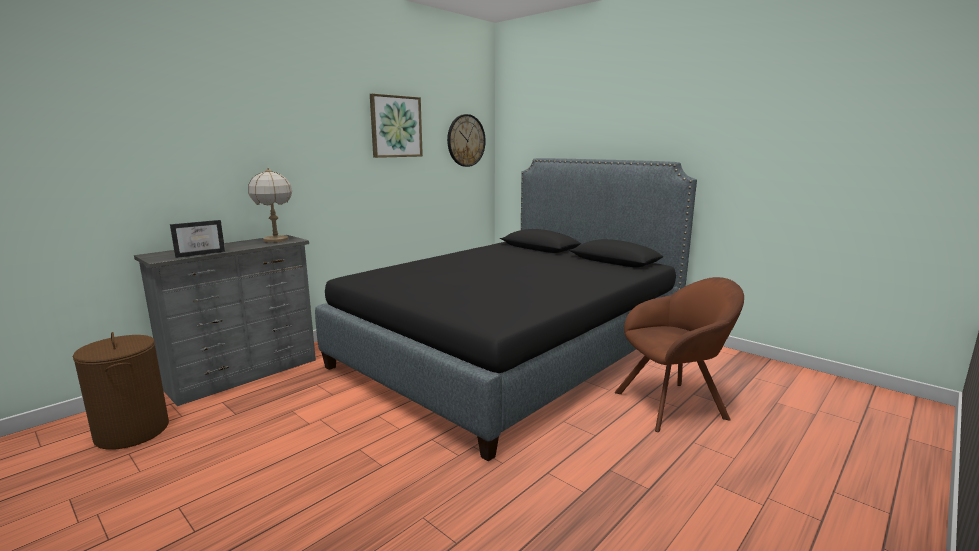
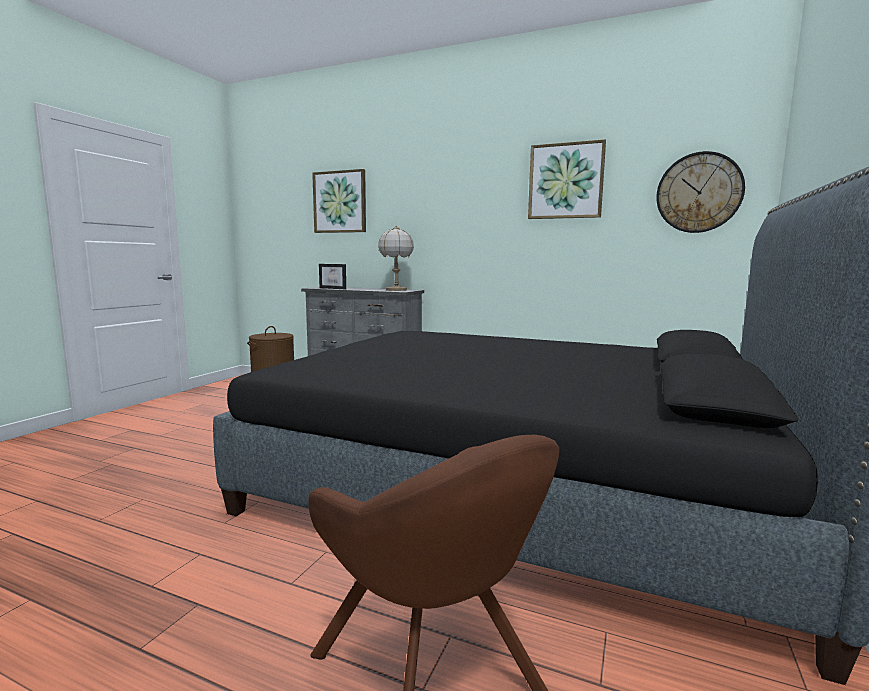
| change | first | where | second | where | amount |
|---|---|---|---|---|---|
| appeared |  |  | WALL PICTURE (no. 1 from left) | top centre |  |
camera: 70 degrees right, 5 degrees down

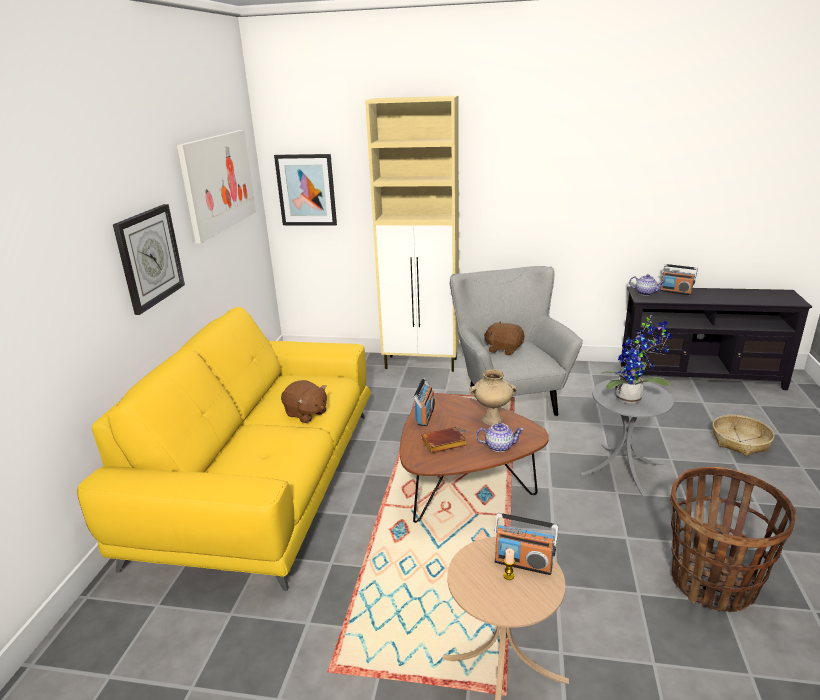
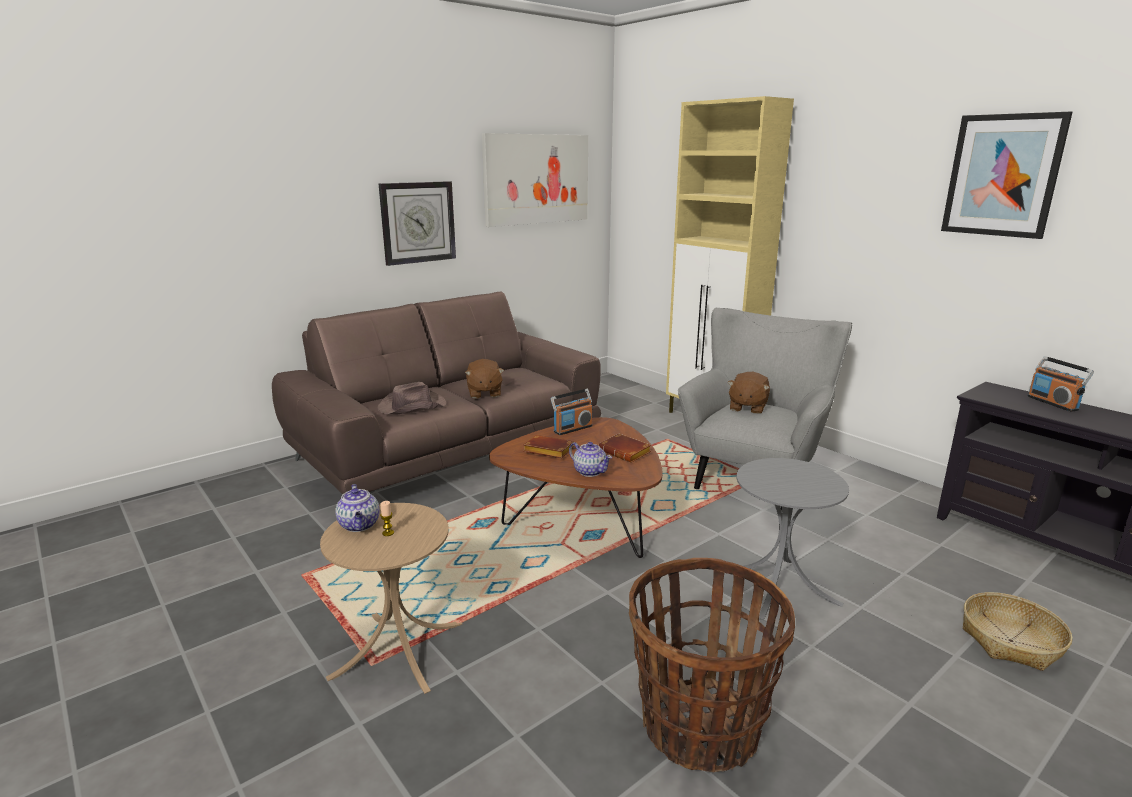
| change | first | where | second | where | amount |
|---|---|---|---|---|---|
| colour | YELLOWISH SETTEE | middle left | BROWNISH SETTEE | centre |  |
| relocated | WALL PICTURE (no. 2 from left) | top centre |  | top right |  |
| exchanged | BEIGE DECORATIVE VASE | centre | BROWNISH VOLUME (no. 2 from left) | centre |  |
| spun | BROWNISH PLUSH TOY (no. 2 from left) | centre |  | centre | 135 degrees counterclockwise |
| missing | RADIO RECEIVER (no. 2 from left) | bottom centre |  |  |  |
| missing | POTTED PLANT | middle right |  |  |  |
| relocated | TEAPOT (no. 2 from left in the first image) | middle right | TEAPOT (no. 1 from left) | middle left |  |
| appeared |  |  | BROWNISH CLOTHING HAT | centre |  |
camera: 40 degrees right, 5 degrees down

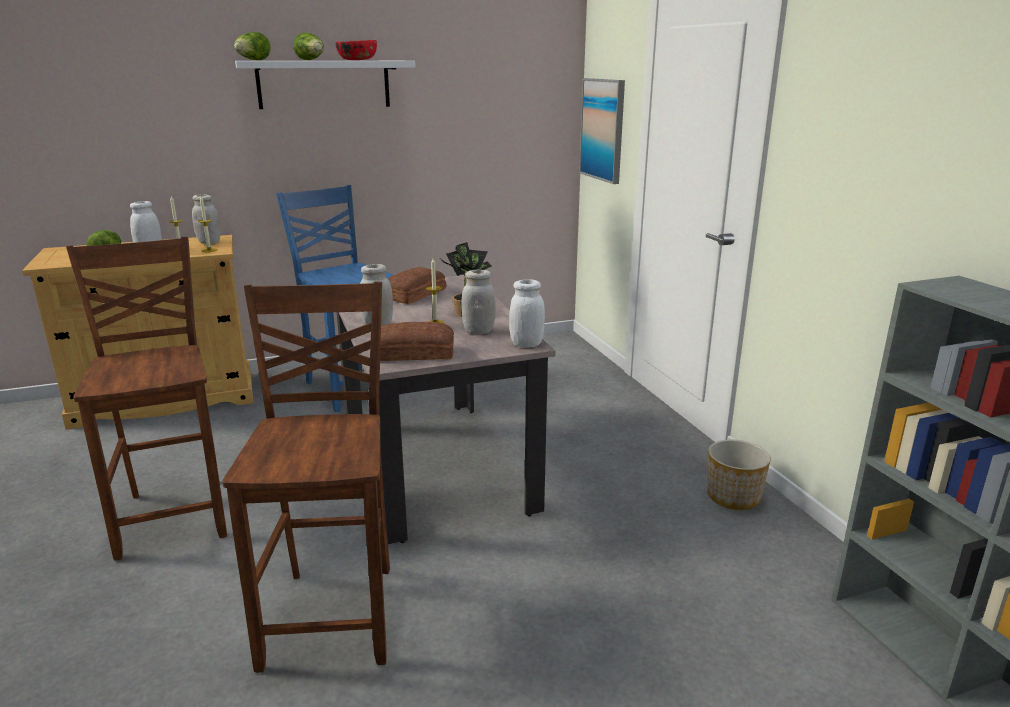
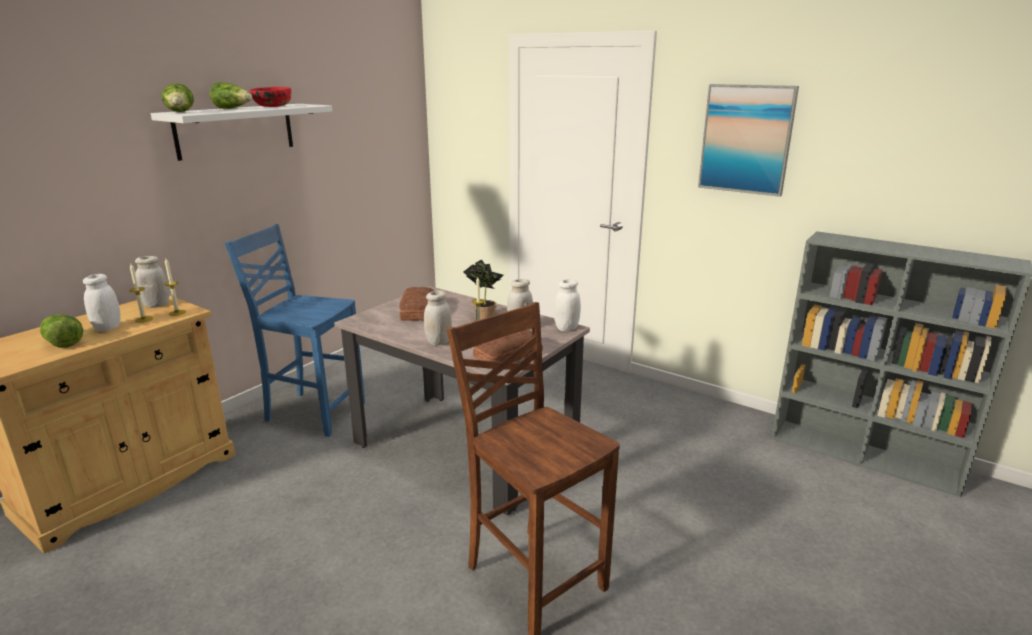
| change | first | where | second | where | amount |
|---|---|---|---|---|---|
| missing | BROWNISH PLAIN CHAIR (no. 1 from left) | middle left |  |  |  |
| relocated | WALL PICTURE | top centre |  | top right |  |
| missing | FLOWER POT | bottom right |  |  |  |
camera: 35 degrees left, 0 degrees up

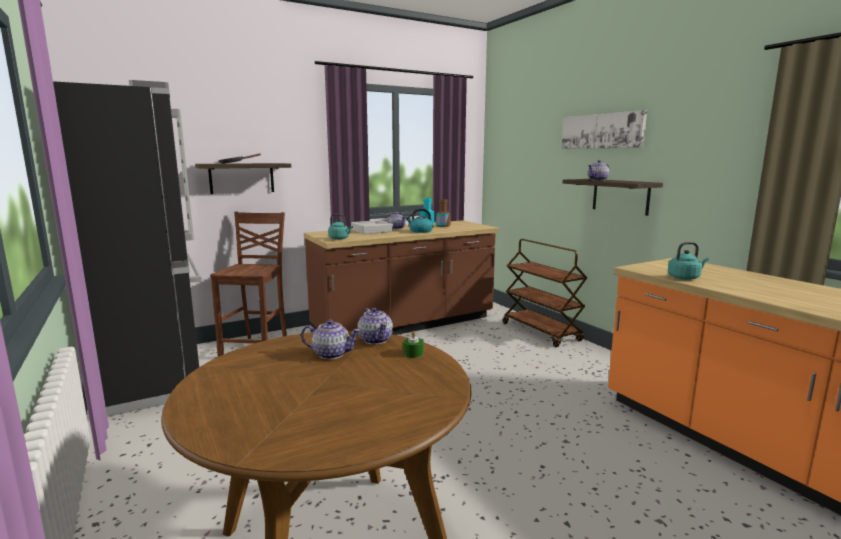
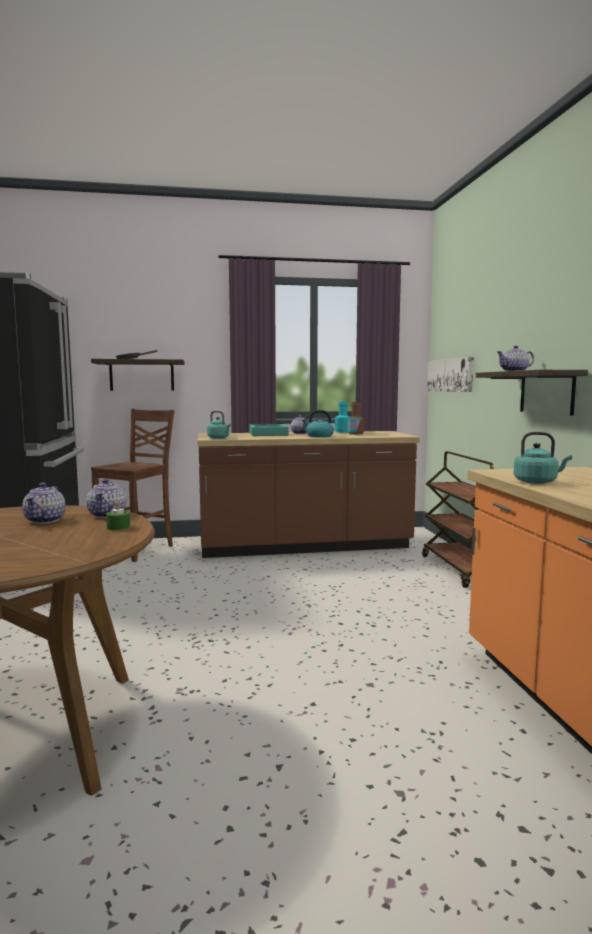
| change | first | where | second | where | amount |
|---|---|---|---|---|---|
| spun | TEAPOT (no. 1 from left) | centre |  | middle left | 60 degrees clockwise |
| colour | GREYISH TRAY | centre | TURQUOISE TRAY | centre |  |
| relocated | WALL PICTURE | top right |  | middle right |  |
camera: 20 degrees right, 5 degrees down

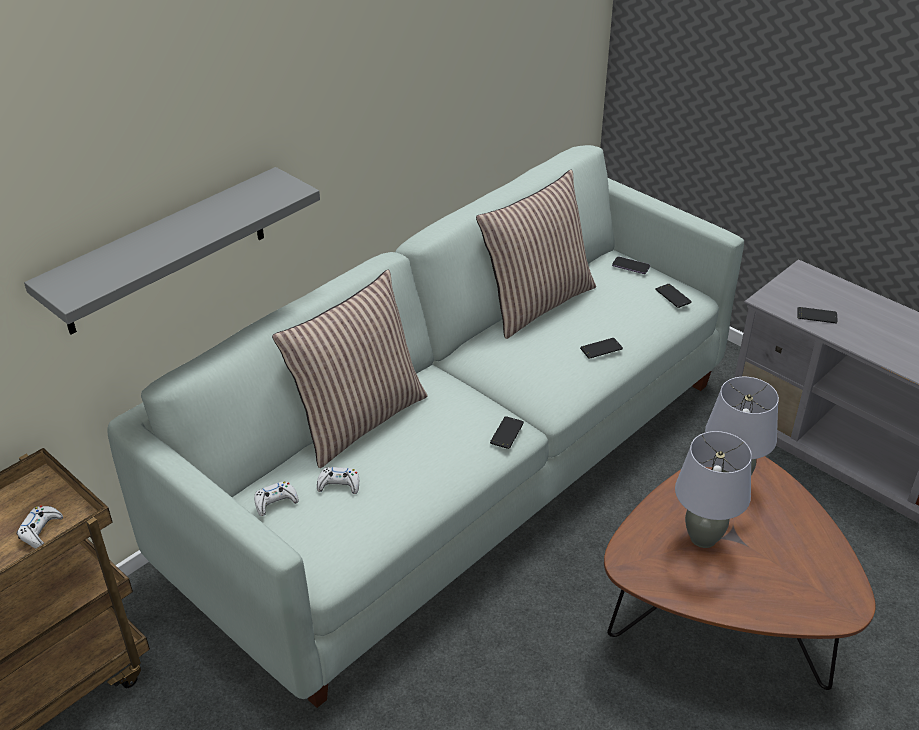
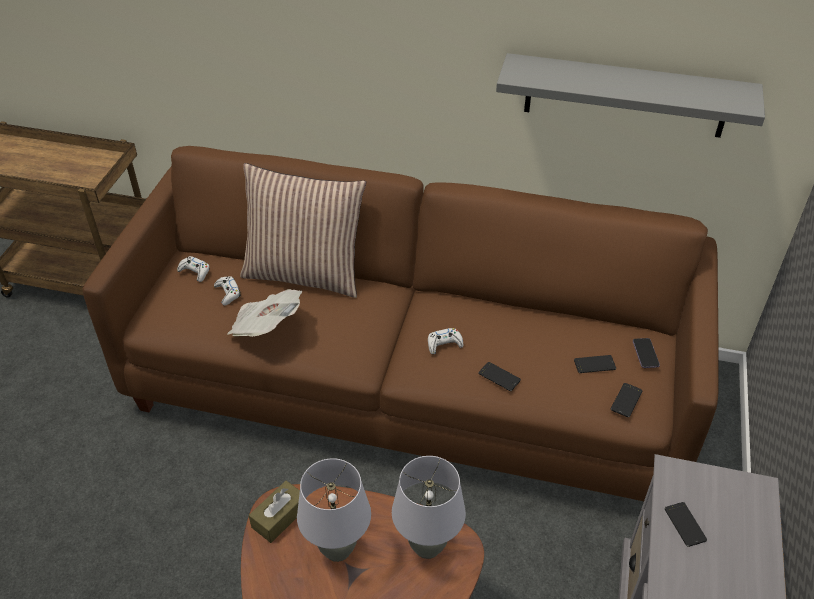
| change | first | where | second | where | amount |
|---|---|---|---|---|---|
| relocated | WHITE GAMEPAD (no. 1 from left in the first image) | bottom left | WHITE GAMEPAD (no. 3 from left) | centre |  |
| relocated | GREYISH WALL SHELF | middle left |  | top right |  |
| colour | WHITE SETTEE | centre | BROWNISH SETTEE | centre |  |
| missing | THROW PILLOW (no. 2 from left) | centre |  |  |  |
| relocated | PHONE (no. 1 from left in the first image) | centre | PHONE (no. 2 from left) | middle right |  |
| appeared |  |  | DAILY PAPER | middle left |  |
| appeared |  |  | BROWNISH TISSUE BOX | bottom centre |  |
camera: 60 degrees right, 5 degrees up

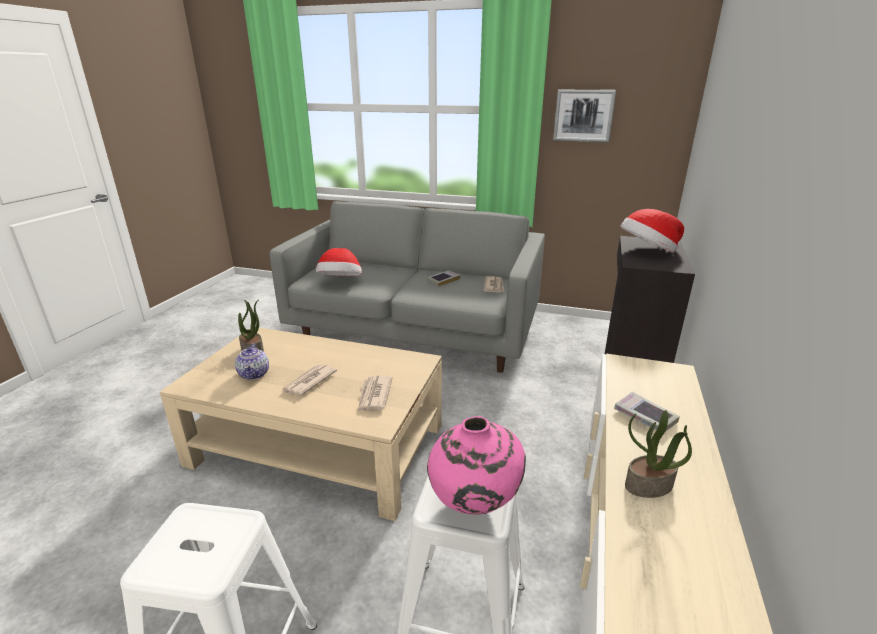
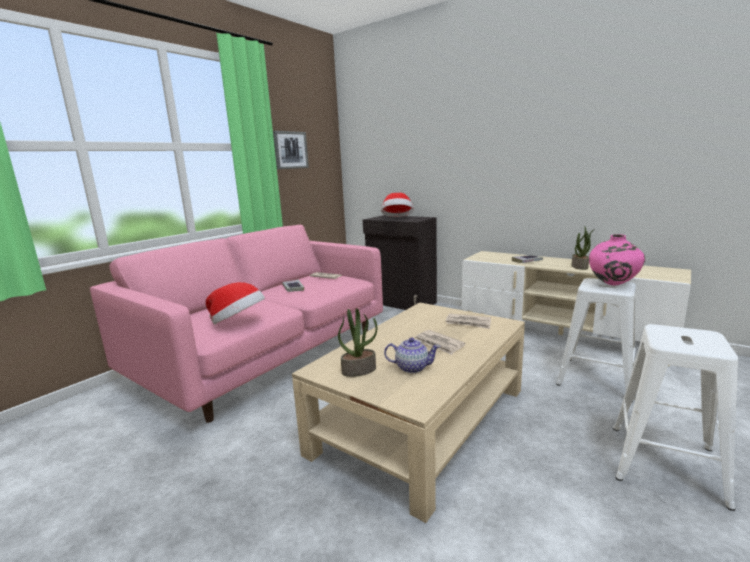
| change | first | where | second | where | amount |
|---|---|---|---|---|---|
| colour | GREYISH SETTEE | centre | PINK-COLOURED SETTEE | middle left |  |
camera: 70 degrees left, 10 degrees down

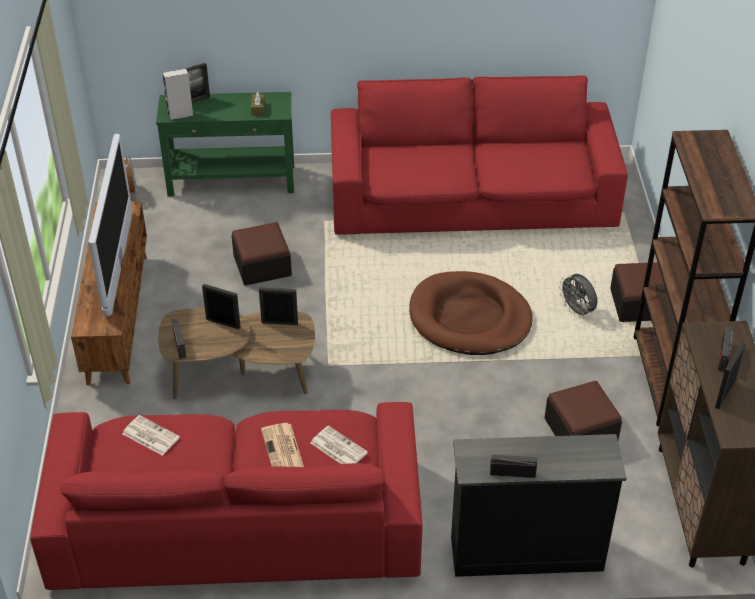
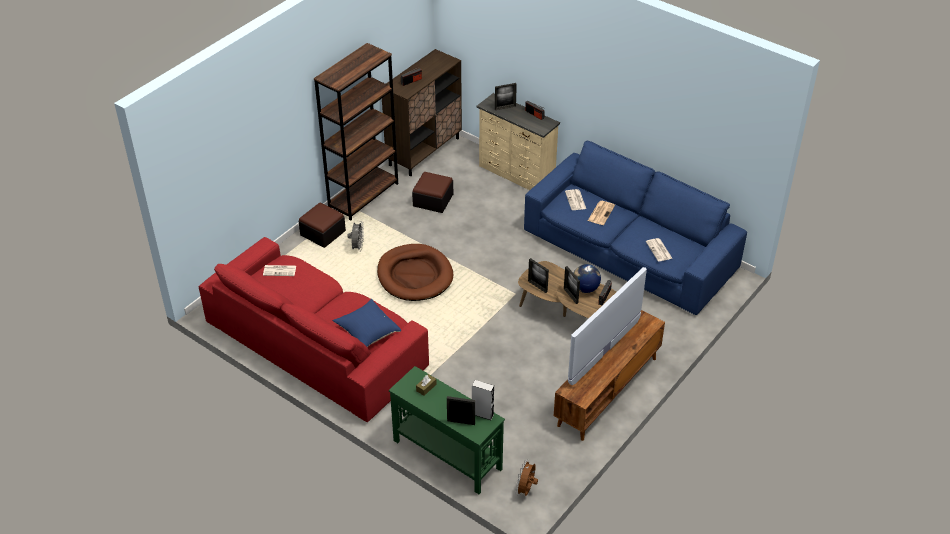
| change | first | where | second | where | amount |
|---|---|---|---|---|---|
| colour | RED-COLOURED SETTEE (no. 1 from left) | bottom left | BLUE SETTEE | middle right |  |
| missing | FOOTREST (no. 1 from left) | centre |  |  |  |
| colour | BLACKISH CHEST OF DRAWERS | bottom right | BEIGE CHEST OF DRAWERS | top centre |  |
| relocated | STANDING FRAME (no. 4 from left in the first image) | middle right | STANDING FRAME (no. 2 from left) | top centre |  |
| appeared |  |  | DAILY PAPER (no. 1 from left) | middle left |  |
| appeared |  |  | BLUE THROW PILLOW | centre |  |
| appeared |  |  | WORLD GLOBE | centre |  |
camera: 140 degrees left, 0 degrees up

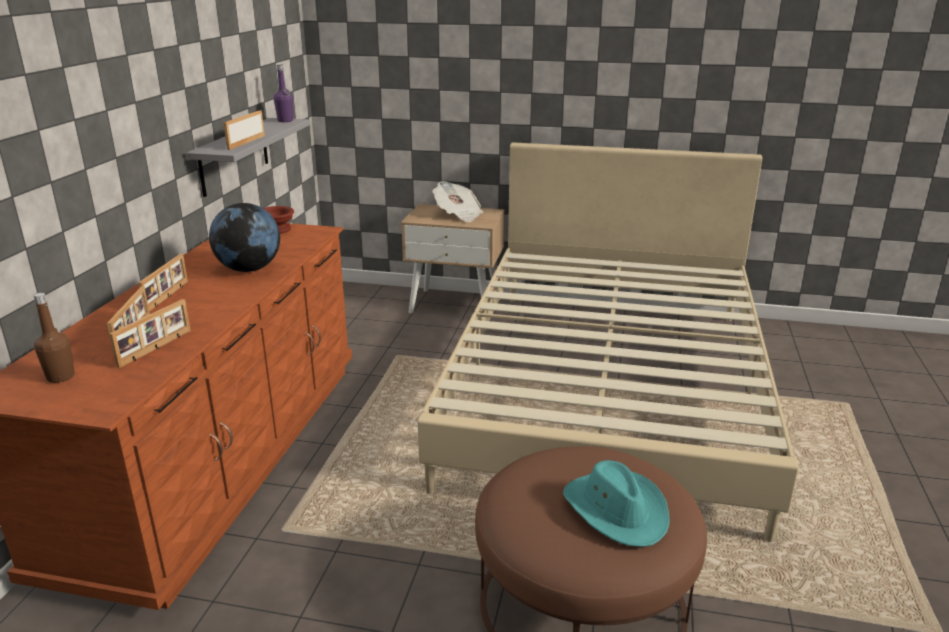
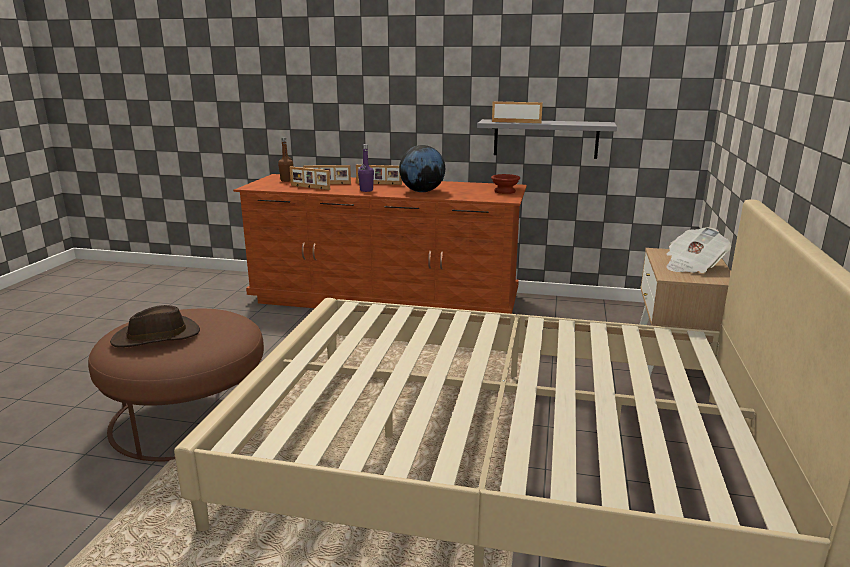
| change | first | where | second | where | amount |
|---|---|---|---|---|---|
| relocated | PURPLE-COLOURED BOTTLE | top left |  | top centre |  |
| colour | TURQUOISE CLOTHING HAT | bottom centre | BROWNISH CLOTHING HAT | middle left |  |
camera: 90 degrees right, 5 degrees down

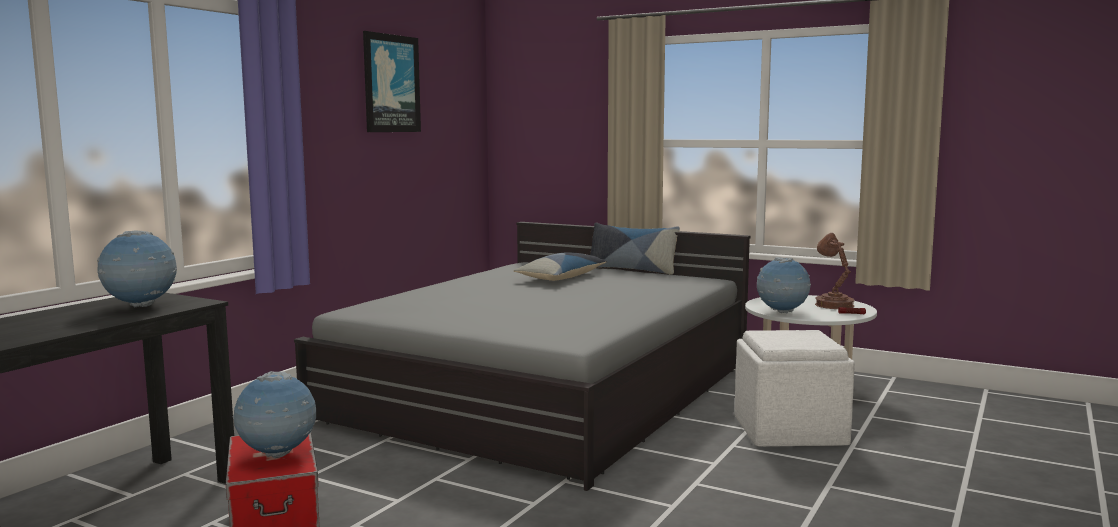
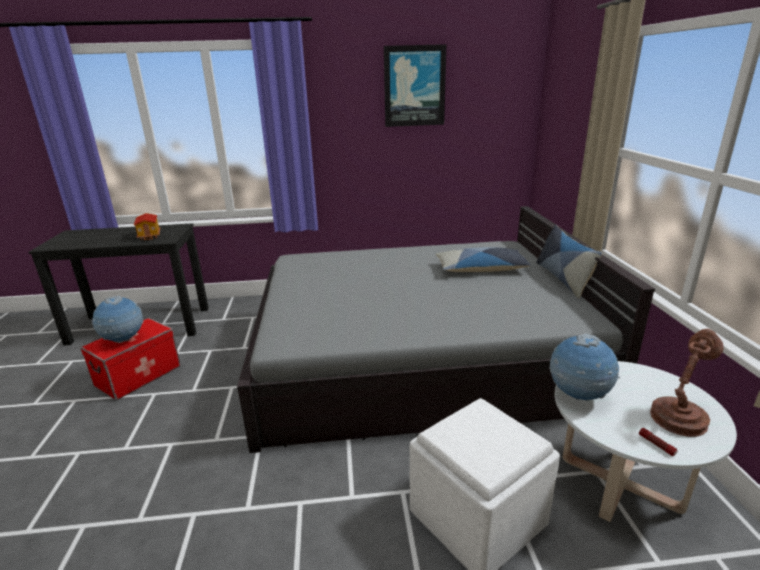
| change | first | where | second | where | amount |
|---|---|---|---|---|---|
| exchanged | WORLD GLOBE (no. 1 from left) | middle left | TOY HOUSE | middle left |  |
camera: 55 degrees right, 15 degrees up

